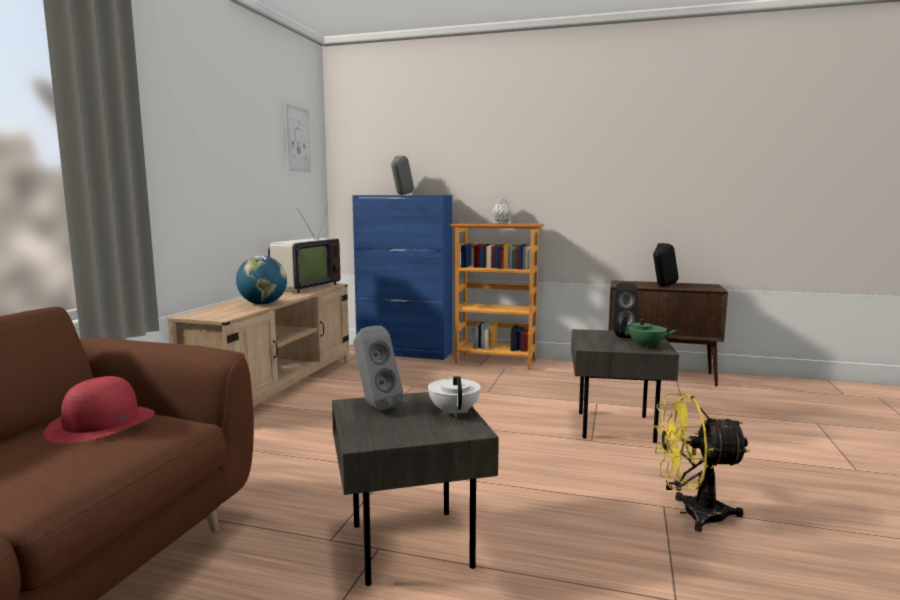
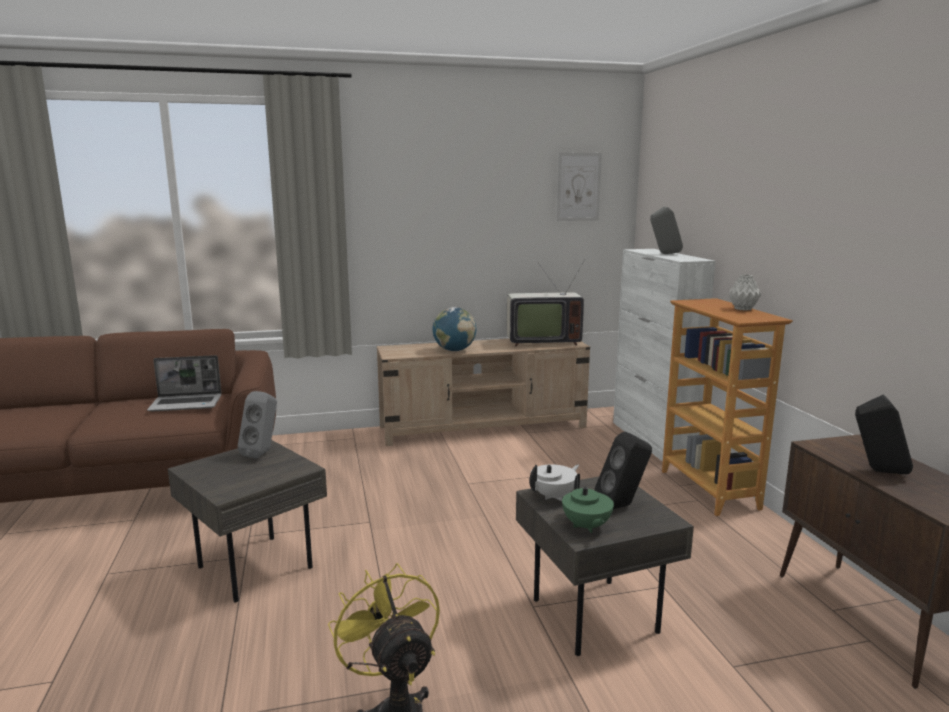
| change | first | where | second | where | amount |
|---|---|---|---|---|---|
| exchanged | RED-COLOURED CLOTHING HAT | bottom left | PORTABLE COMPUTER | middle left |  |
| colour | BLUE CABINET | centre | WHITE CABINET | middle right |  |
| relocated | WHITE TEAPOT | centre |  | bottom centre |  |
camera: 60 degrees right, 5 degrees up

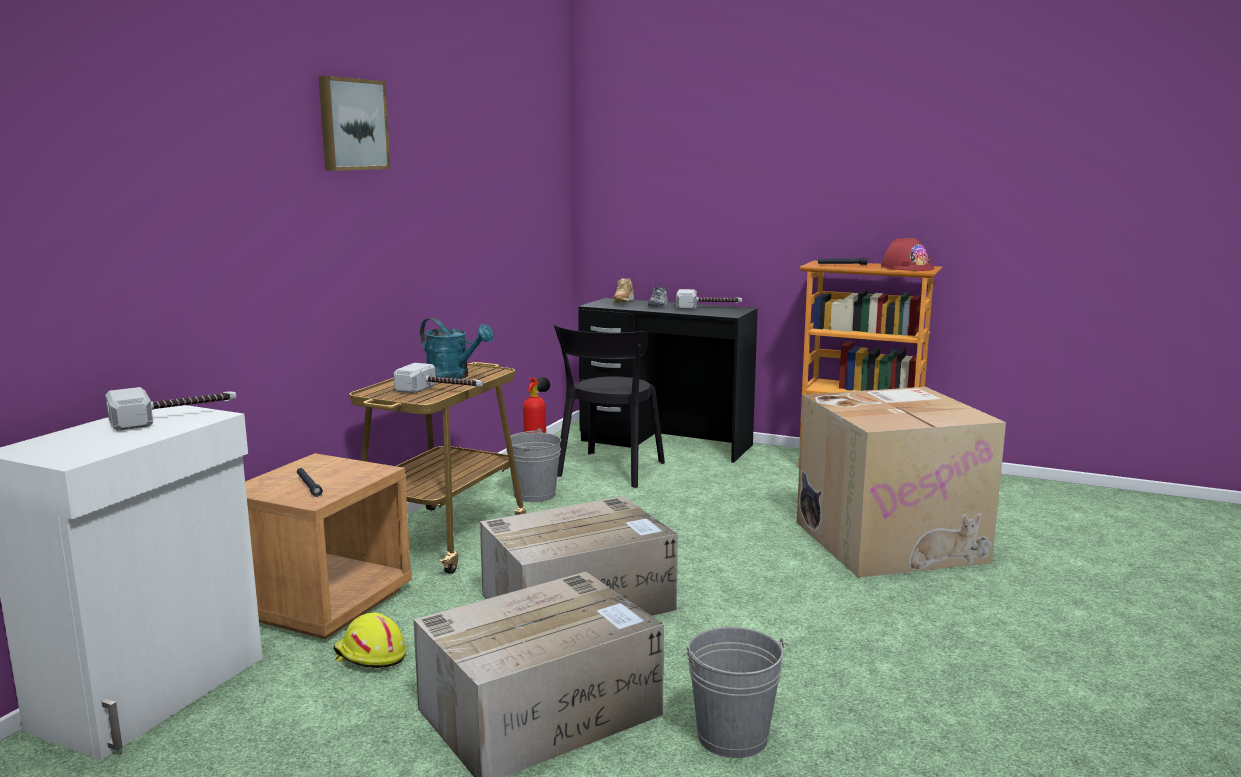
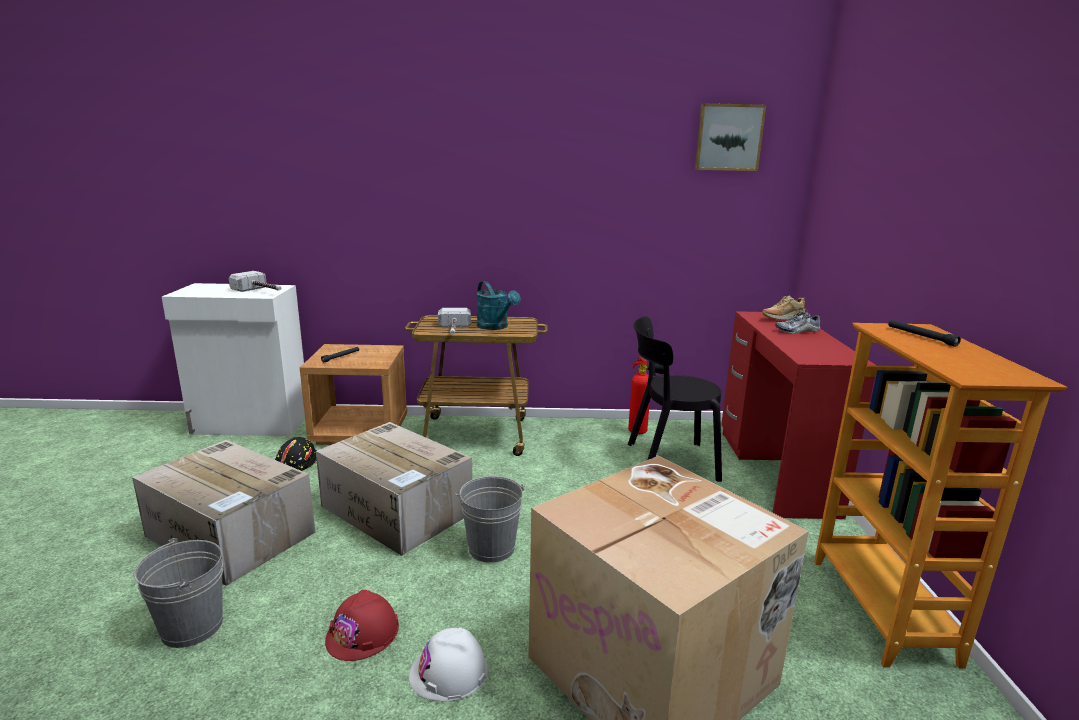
| change | first | where | second | where | amount |
|---|---|---|---|---|---|
| relocated | WALL PICTURE | top left |  | top right |  |
| colour | YELLOWISH SAFETY HELMET | bottom left | BLACKISH SAFETY HELMET | middle left |  |
| spun | TURQUOISE WATERING POT | centre |  | centre | 45 degrees counterclockwise |
| relocated | GREYISH PAIL (no. 1 from left in the first image) | centre | GREYISH PAIL (no. 2 from left) | bottom centre |  |
| colour | BLACKISH DESK | centre | RED-COLOURED DESK | middle right |  |
| missing | TOOL HAMMER (no. 3 from left) | centre |  |  |  |
| relocated | RED-COLOURED SAFETY HELMET | top right |  | bottom centre |  |
| appeared |  |  | WHITE SAFETY HELMET | bottom centre |  |
camera: 65 degrees right, 5 degrees up

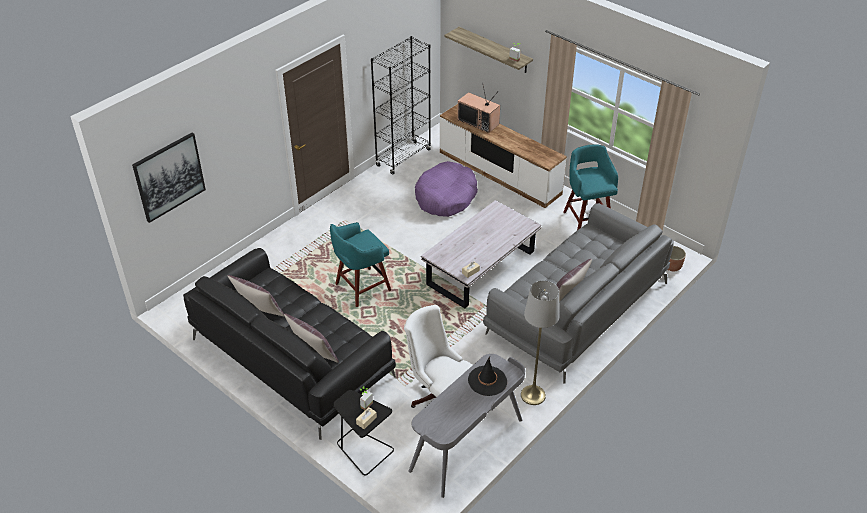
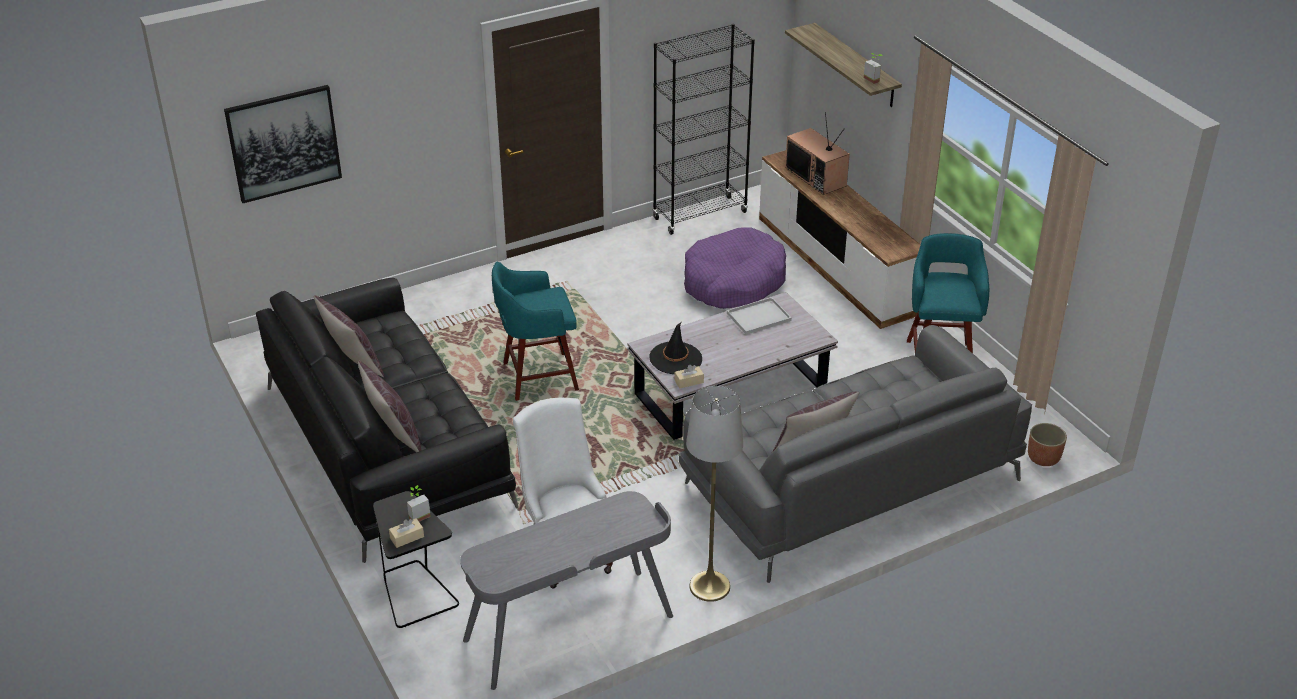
| change | first | where | second | where | amount |
|---|---|---|---|---|---|
| relocated | BLACKISH CLOTHING HAT | bottom centre |  | centre |  |
| appeared |  |  | WHITE TRAY | centre |  |
camera: 20 degrees right, 5 degrees down

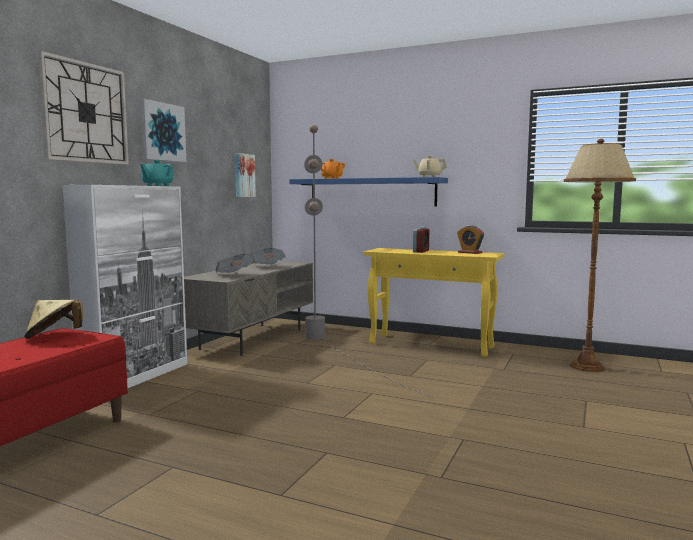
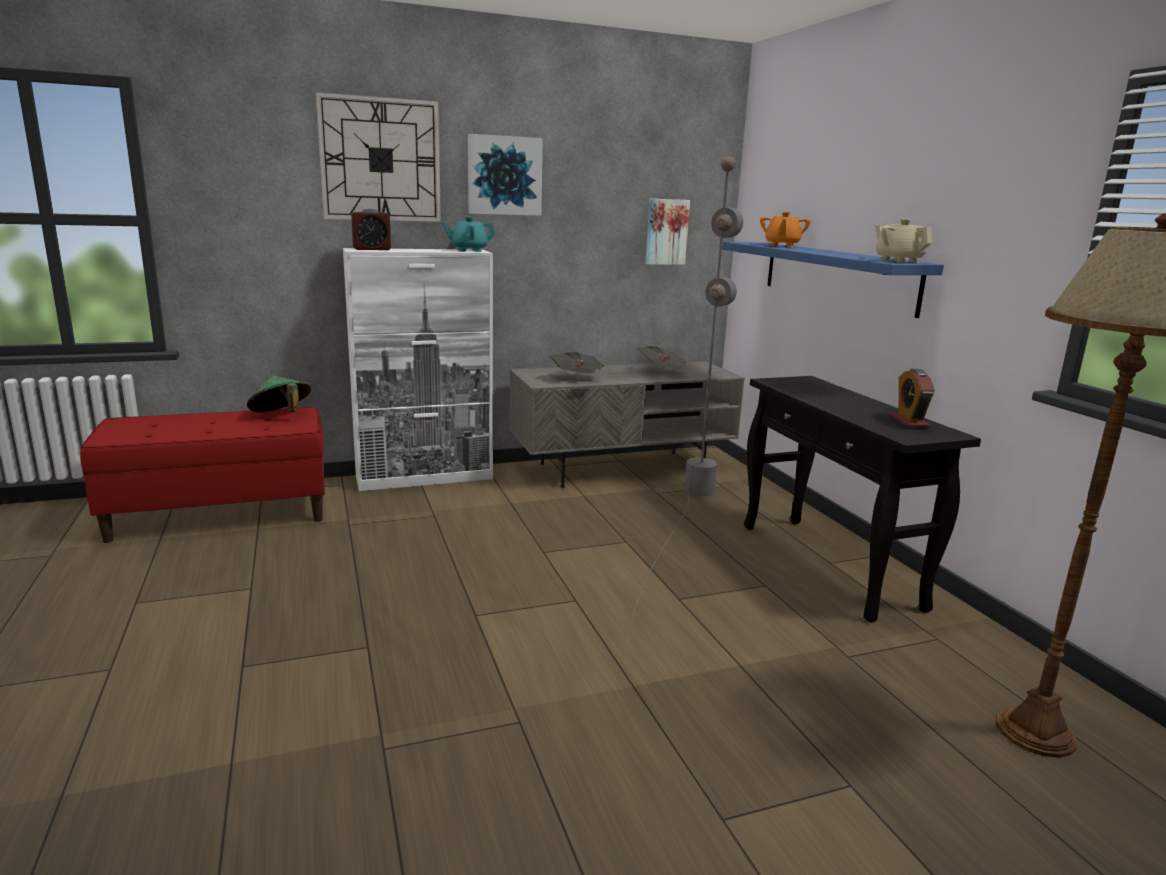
| change | first | where | second | where | amount |
|---|---|---|---|---|---|
| colour | BEIGE CLOTHING HAT | middle left | GREEN-COLOURED CLOTHING HAT | middle left |  |
| colour | YELLOWISH HALL TABLE | centre | BLACKISH HALL TABLE | middle right |  |
| relocated | BEDSIDE CLOCK (no. 1 from left) | centre |  | top left |  |
camera: 45 degrees right, 10 degrees up

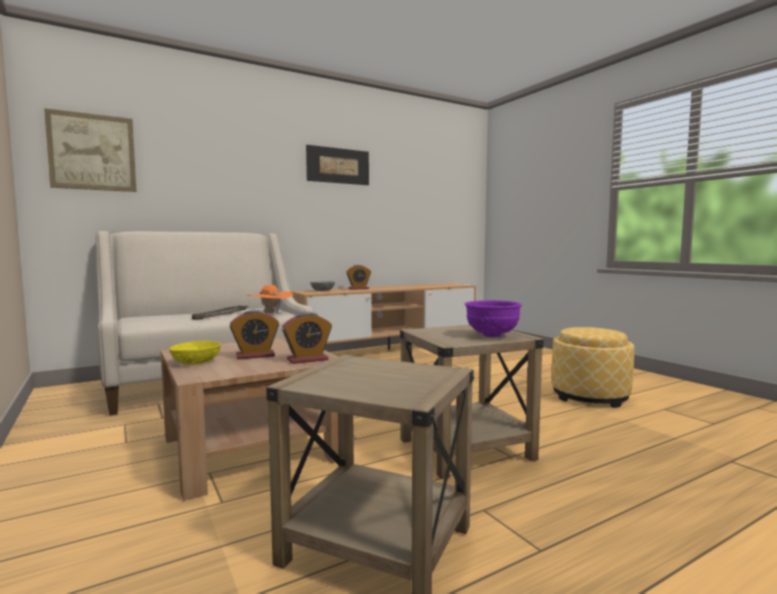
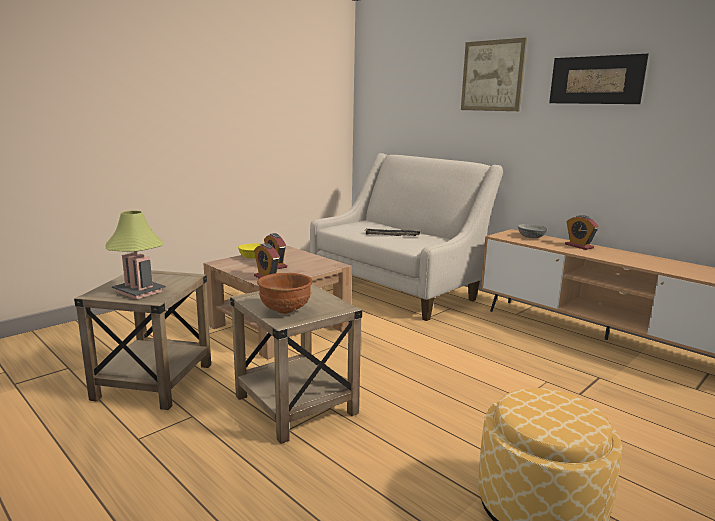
| change | first | where | second | where | amount |
|---|---|---|---|---|---|
| relocated | WALL PICTURE (no. 1 from left) | top left |  | top right |  |
| missing | ORANGE-COLOURED CLOTHING HAT | centre |  |  |  |
| colour | PURPLE-COLOURED BOWL | centre | BROWNISH BOWL | centre |  |
| appeared |  |  | TABLETOP LAMP | middle left |  |
camera: 75 degrees right, 10 degrees up

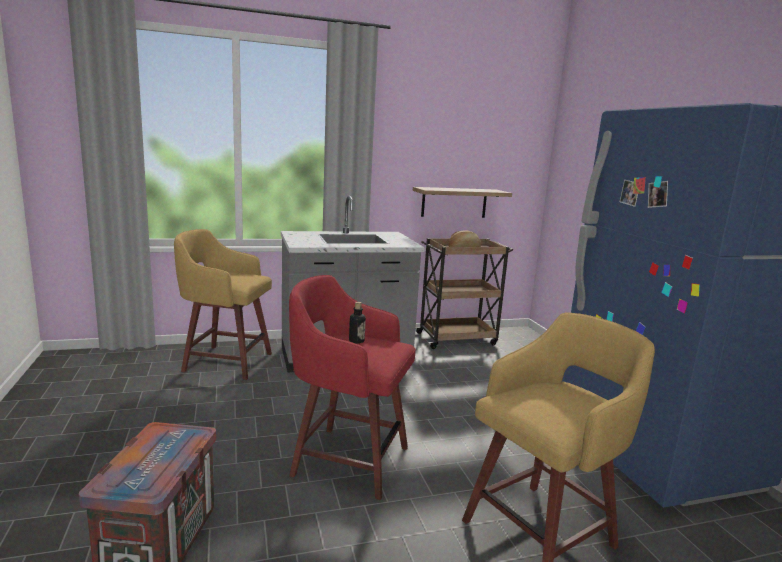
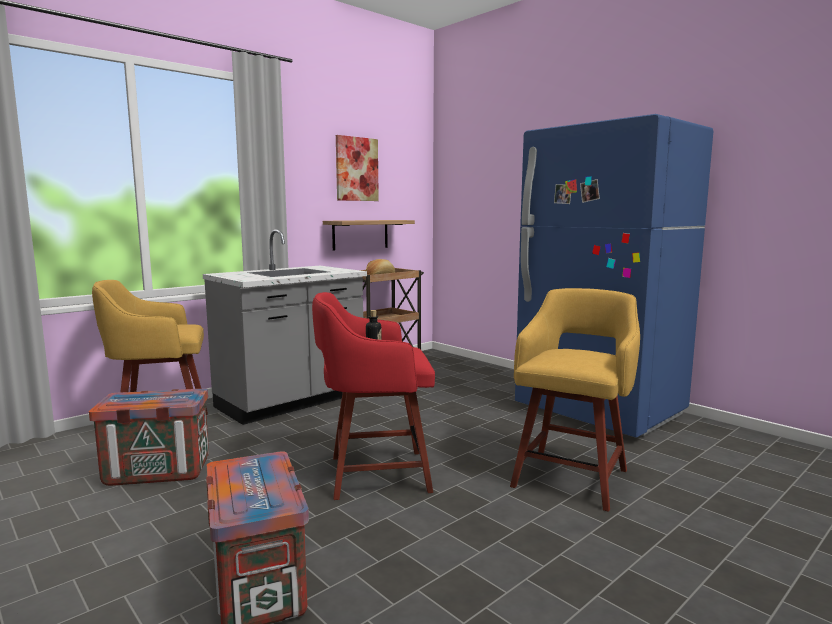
| change | first | where | second | where | amount |
|---|---|---|---|---|---|
| appeared |  |  | CRATE (no. 1 from left) | bottom left |  |
| appeared |  |  | WALL PICTURE | top centre |  |
camera: 25 degrees left, 5 degrees down

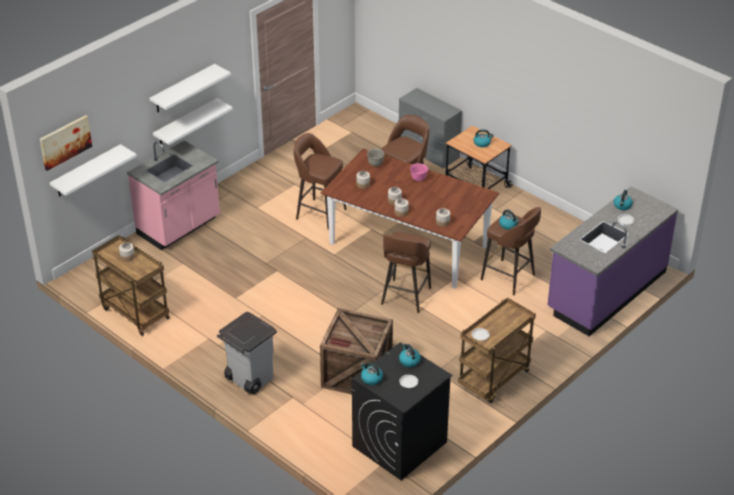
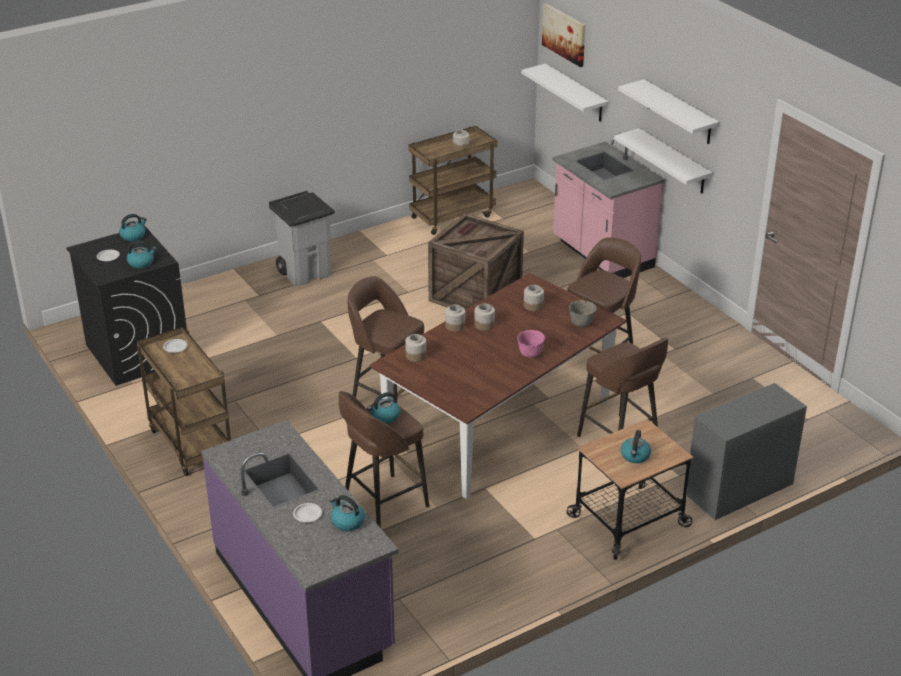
| change | first | where | second | where | amount |
|---|---|---|---|---|---|
| relocated | CRATE | bottom centre |  | centre |  |
camera: 105 degrees right, 5 degrees down

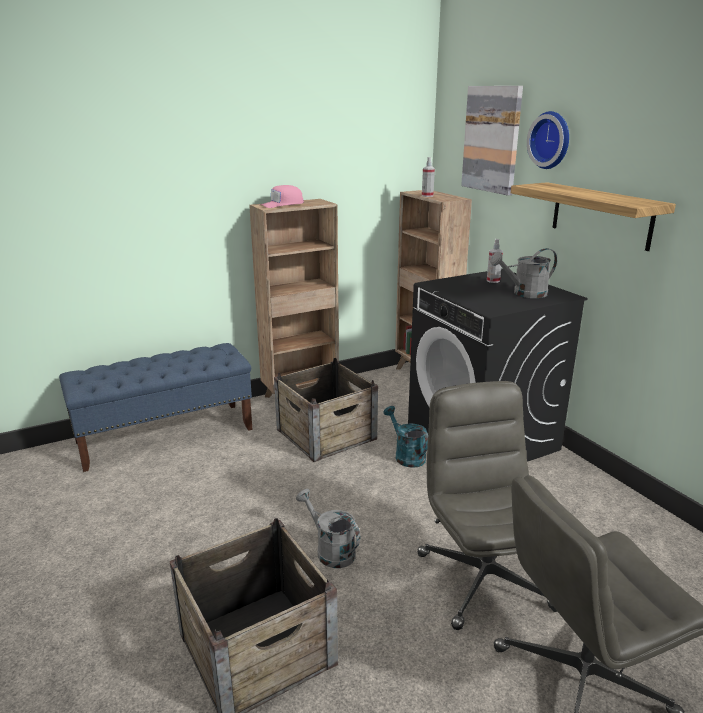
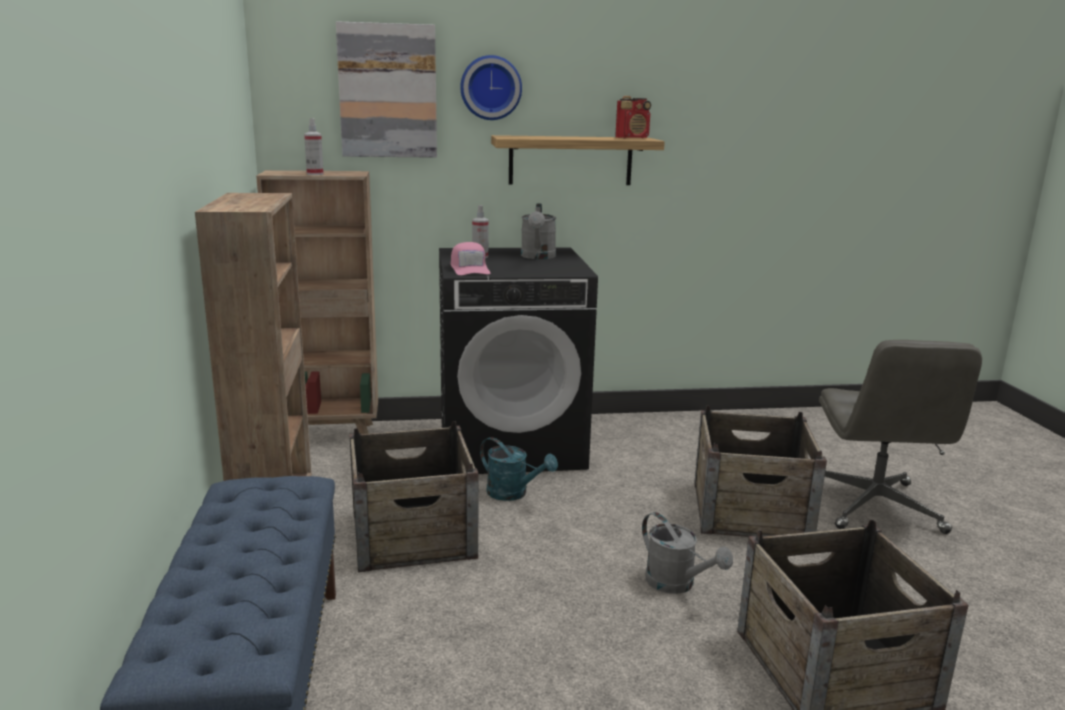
| change | first | where | second | where | amount |
|---|---|---|---|---|---|
| relocated | PINK-COLOURED PEAKED CAP | top centre |  | centre |  |
| spun | GREYISH WATERING POT (no. 1 from left in the first image) | bottom centre | GREYISH WATERING POT (no. 2 from left) | bottom centre | 105 degrees counterclockwise |
| spun | TURQUOISE WATERING POT | centre |  | centre | 135 degrees counterclockwise |
| exchanged | GREYISH DESK CHAIR (no. 1 from left) | bottom right | CRATE (no. 2 from left) | middle right |  |
| appeared |  |  | RADIO RECEIVER | top centre |  |
camera: 70 degrees left, 5 degrees down

